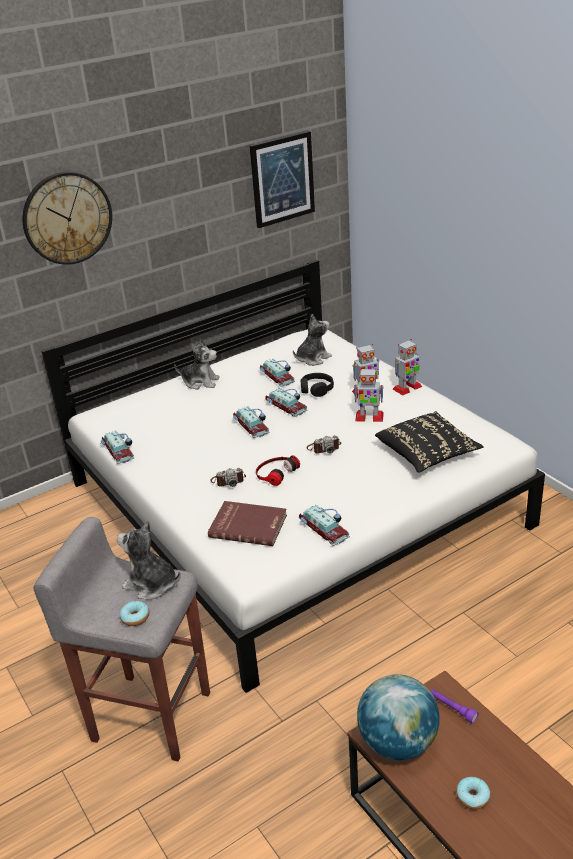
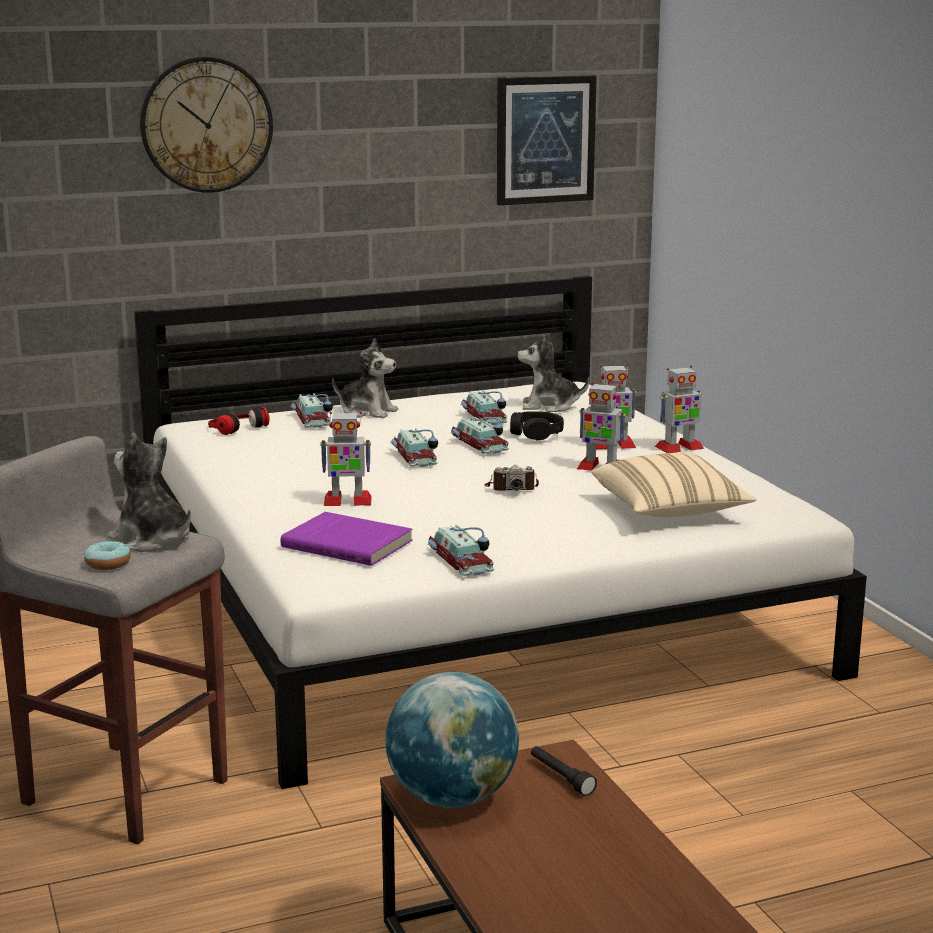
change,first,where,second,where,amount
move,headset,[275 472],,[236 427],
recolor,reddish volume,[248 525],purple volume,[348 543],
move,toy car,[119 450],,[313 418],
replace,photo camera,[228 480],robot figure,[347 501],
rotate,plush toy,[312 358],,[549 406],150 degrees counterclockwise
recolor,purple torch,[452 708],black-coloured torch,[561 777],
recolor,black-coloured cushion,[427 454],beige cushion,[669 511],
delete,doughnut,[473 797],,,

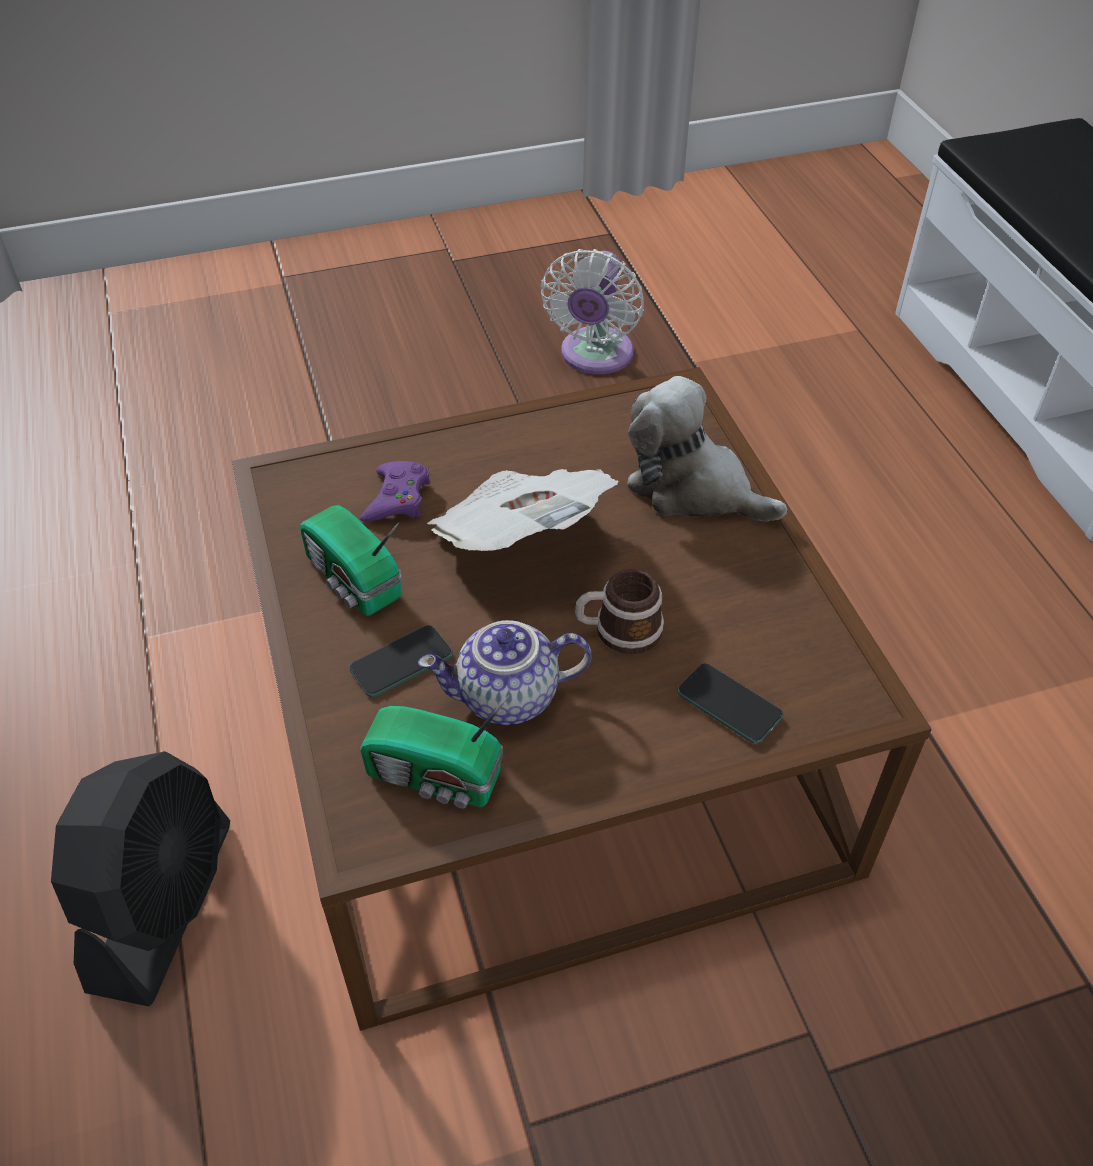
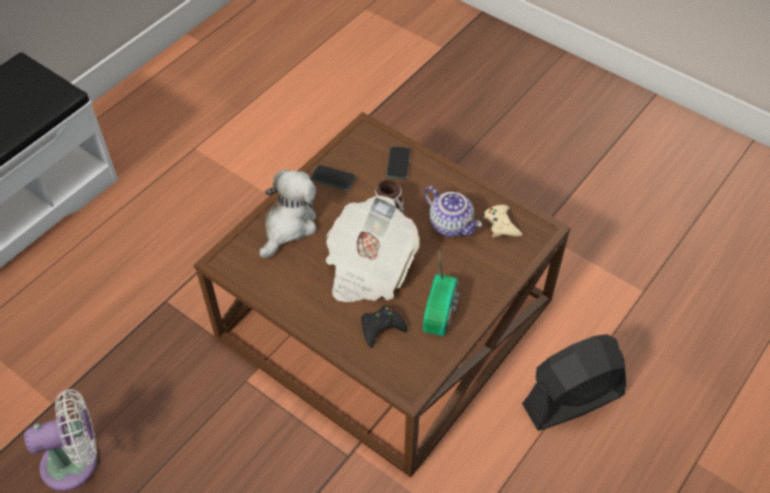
change,first,where,second,where,amount
rotate,plush toy,[693 488],,[289 225],150 degrees counterclockwise
move,handset,[401 662],,[333 178],
recolor,purple joypad,[397 498],black-coloured joypad,[381 328],
replace,radio,[437 777],beige joypad,[501 225],

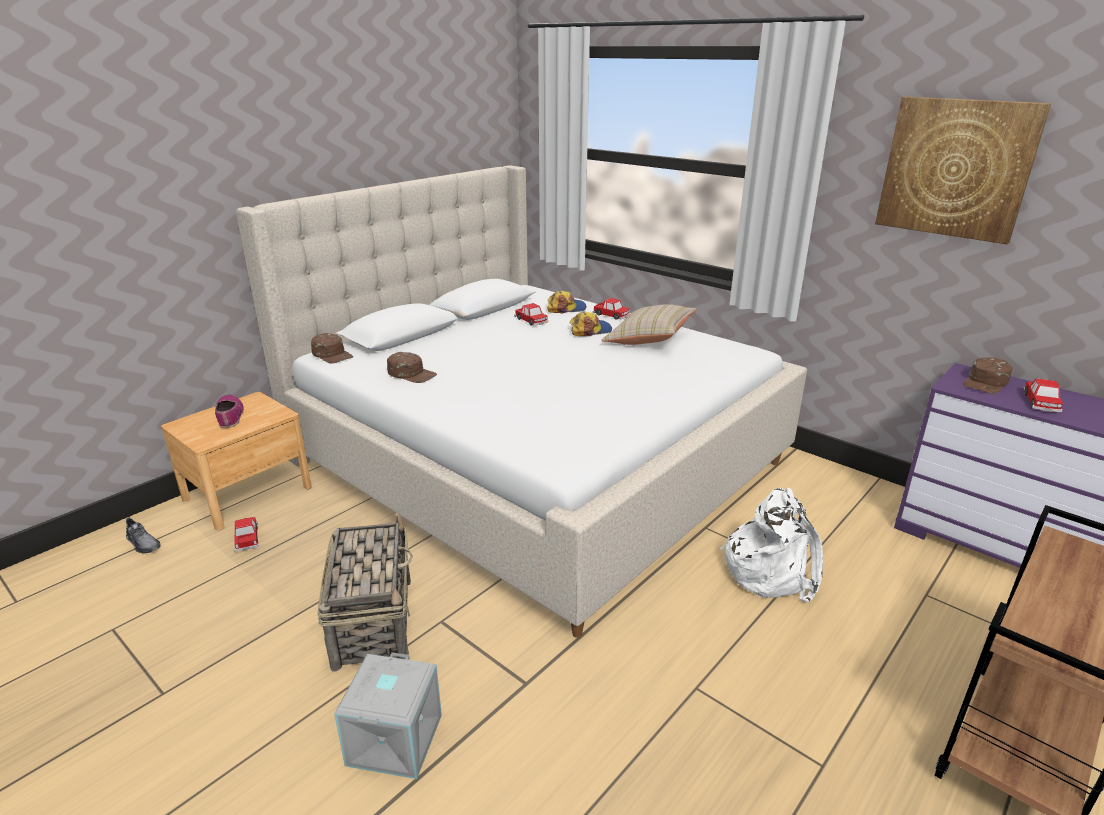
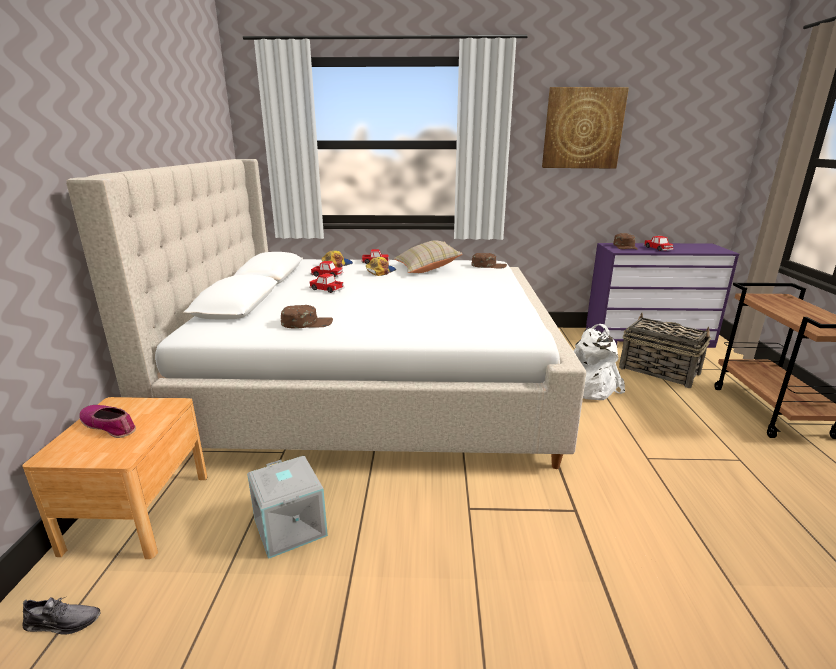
change,first,where,second,where,amount
move,grey storage box,[396 740],,[291 527],
move,toy car,[247 538],,[326 289],
move,brown-coloured cap,[332 354],,[488 265],
move,basket,[374 621],,[658 370],

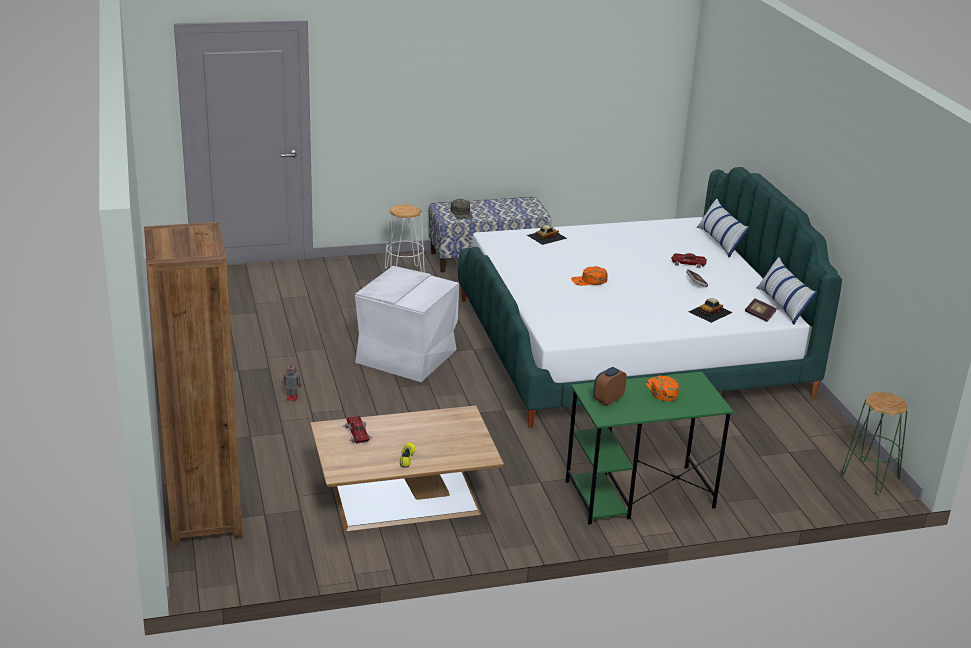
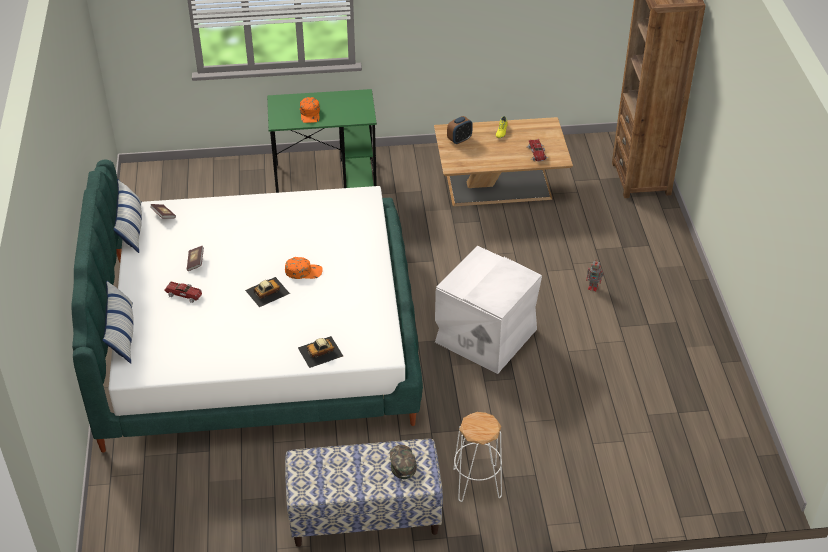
change,first,where,second,where,amount
move,toy car,[710 312],,[267 291],
move,alarm clock,[608 400],,[459 140],
delete,green-coloured stool seat,[869 478],,,

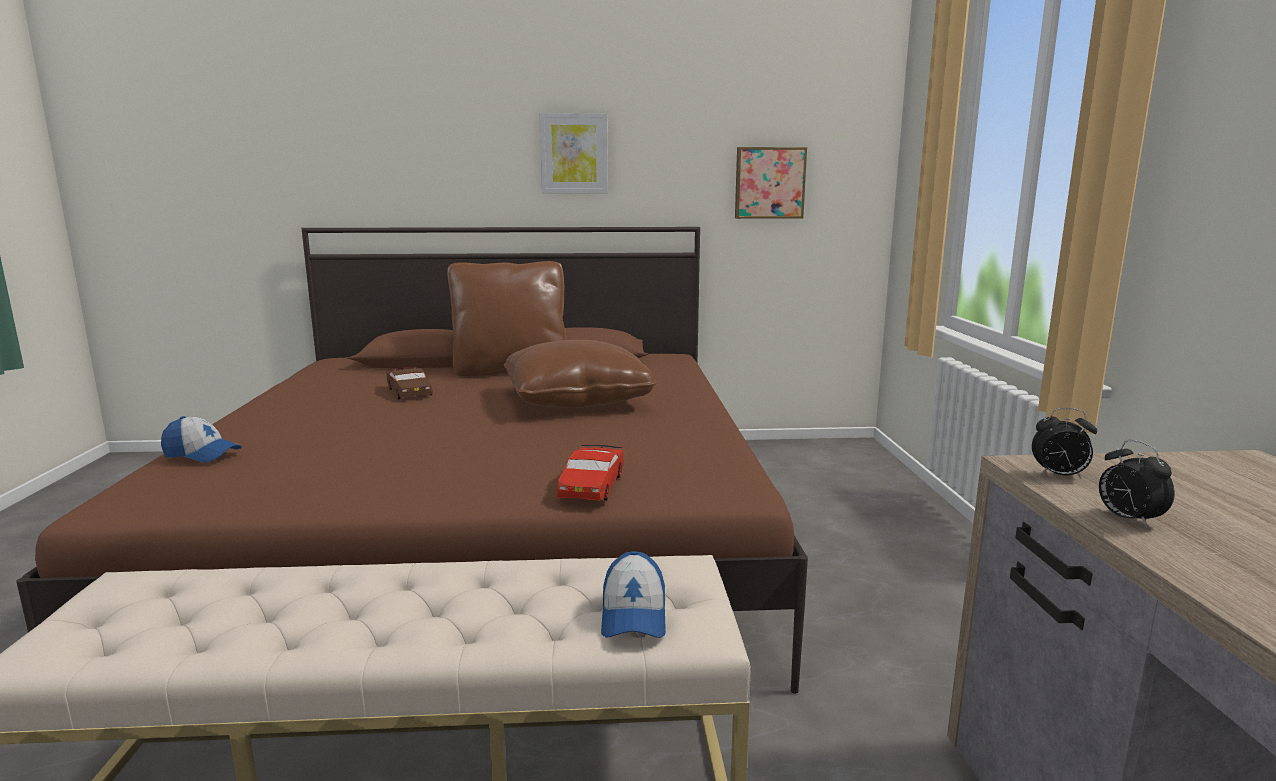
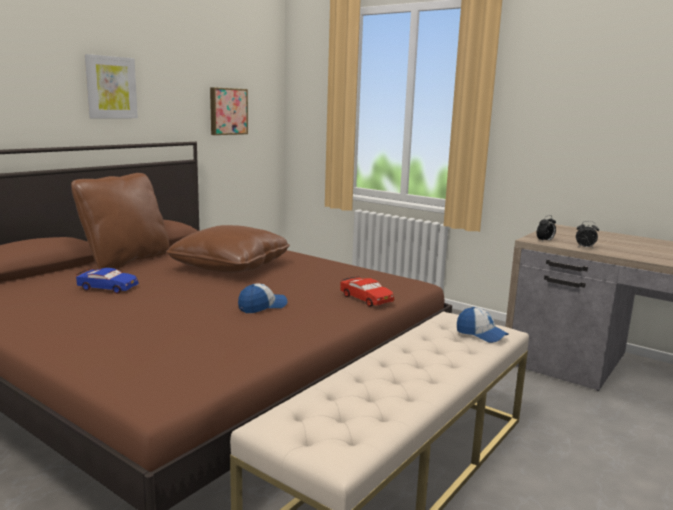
change,first,where,second,where,amount
recolor,brown-coloured toy car,[409 392],blue toy car,[107 287],
move,cap,[202 454],,[262 307],

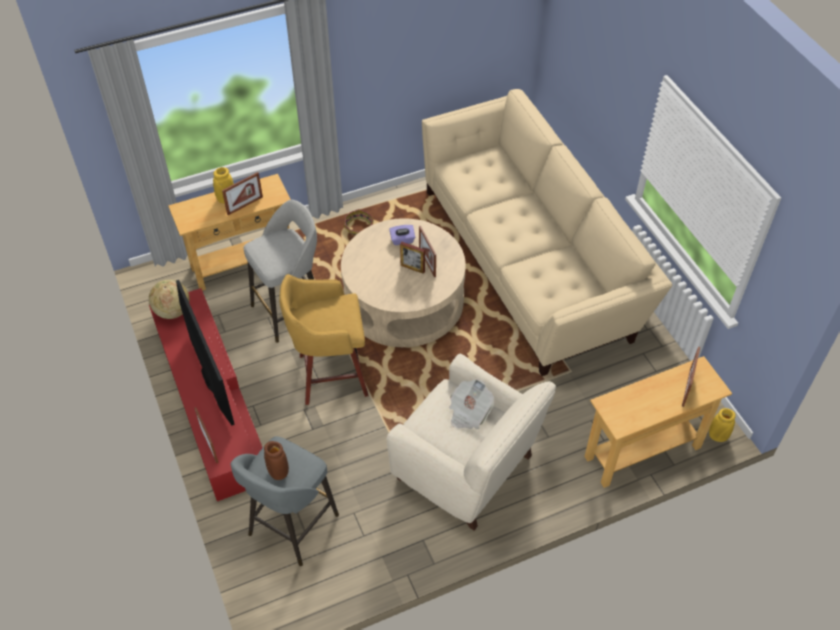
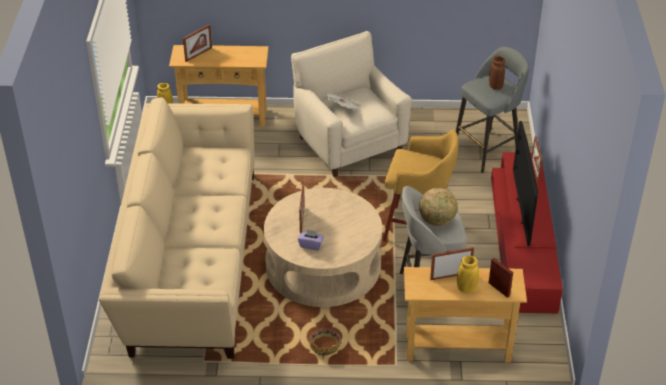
change,first,where,second,where,amount
move,desk globe,[172 311],,[437 221],
move,photo frame,[412 268],,[499 289],

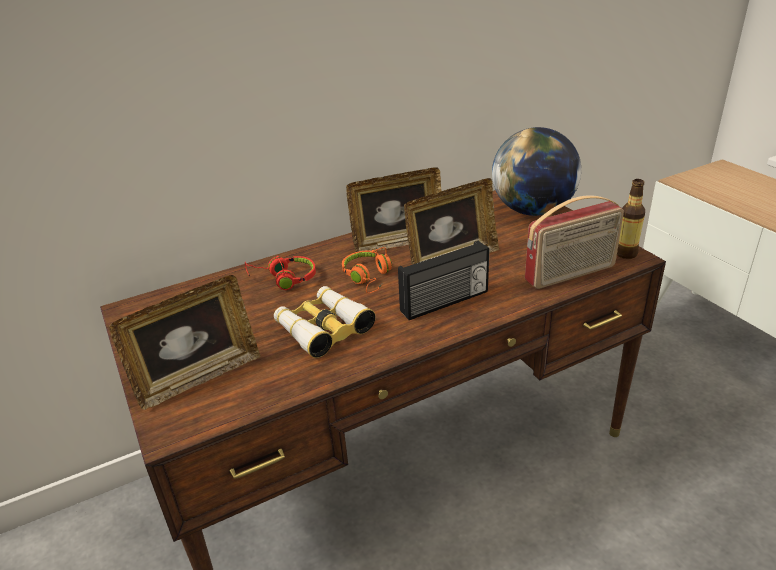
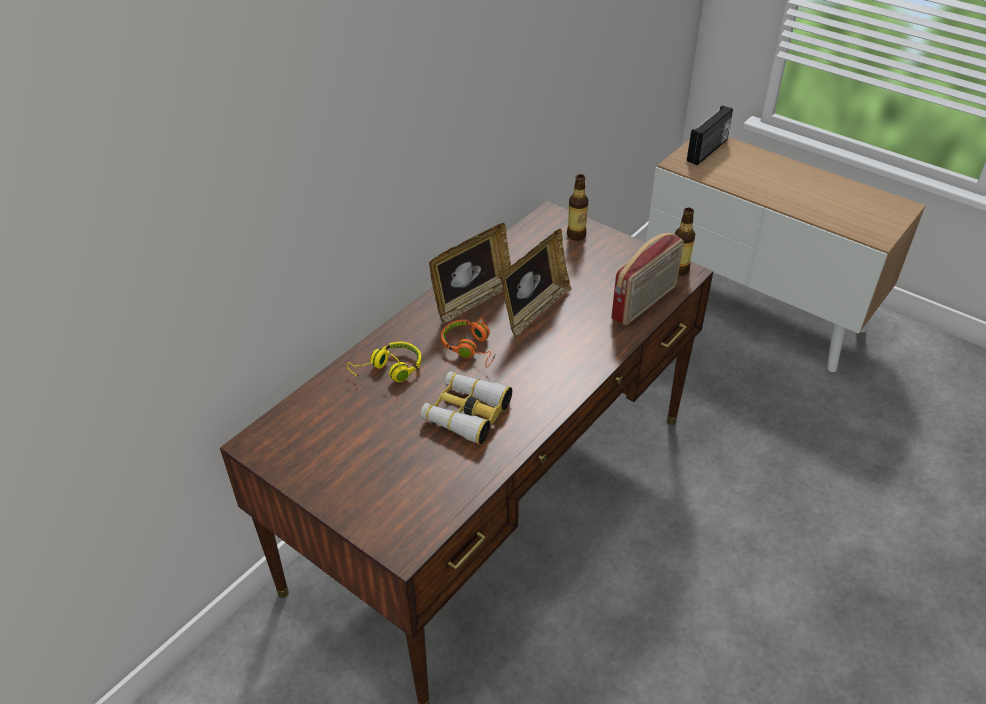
change,first,where,second,where,amount
recolor,reddish headset,[283 279],yellow-coloured headset,[389 370],
replace,desk globe,[533 210],beverage bottle,[576 235],
move,radio,[445 302],,[708 150],
delete,photo frame,[198 377],,,

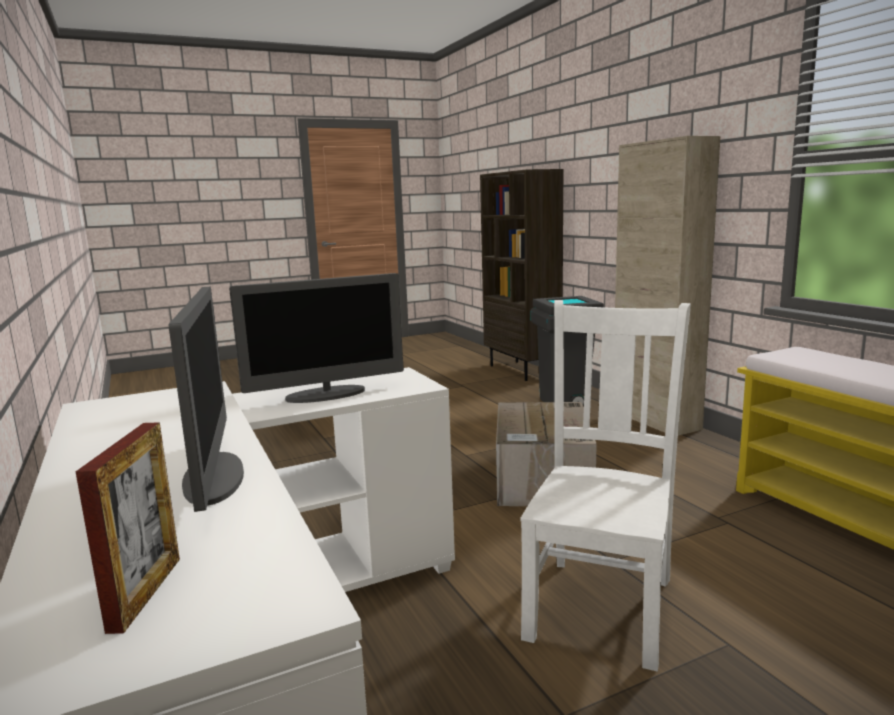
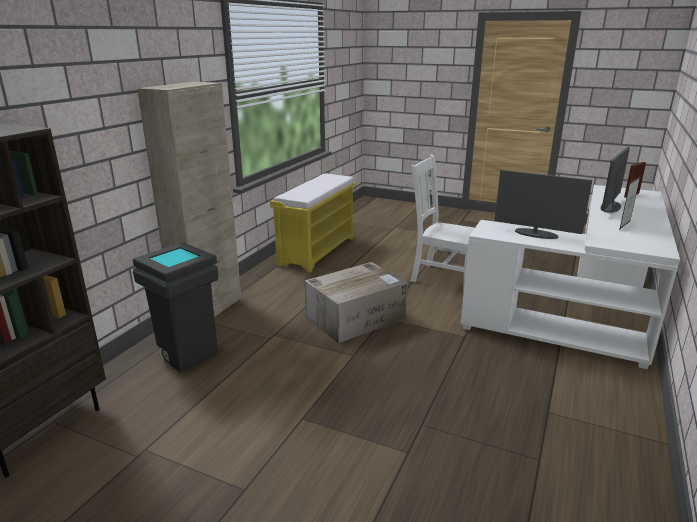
change,first,where,second,where,amount
rotate,white chair,[602 604],,[443 277],45 degrees clockwise
insert,,,photo frame,[624 225],

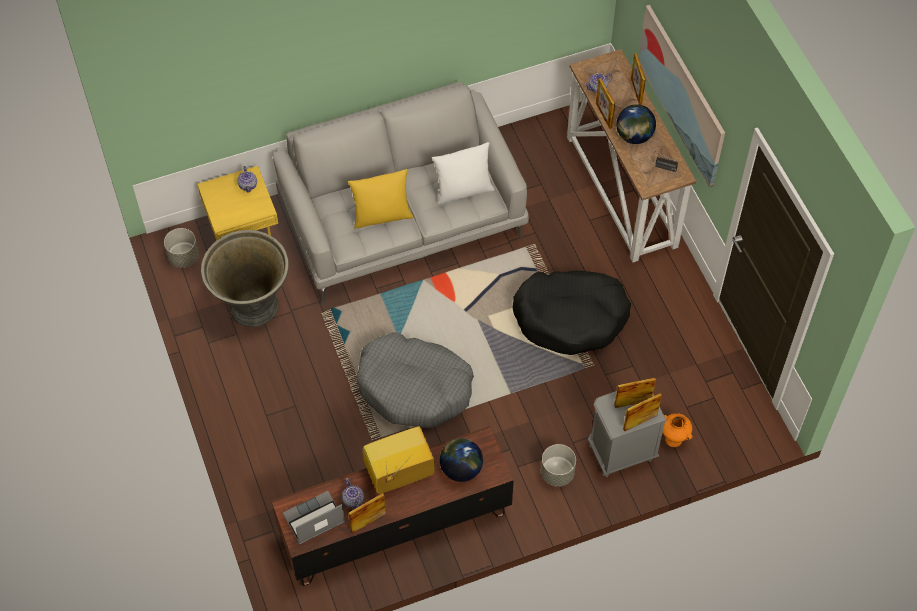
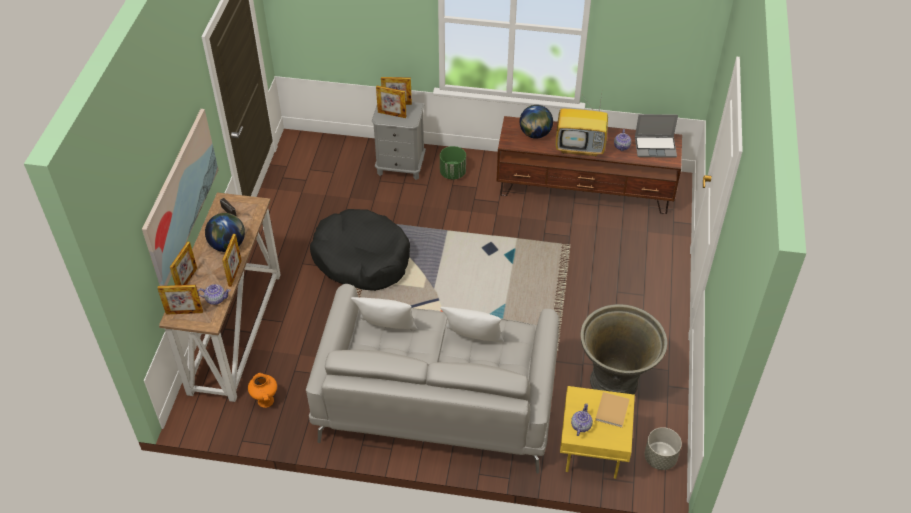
change,first,where,second,where,amount
move,photo frame,[368 522],,[184 312],
move,orangey vase,[674 439],,[265 400],
recolor,grey planter,[557 474],green-coloured planter,[453 173],
recolor,yellow-coloured cushion,[382 216],white cushion,[472 341],
insert,,,beige volume,[612 409],
delete,grey dog cushion,[414 388],,,

